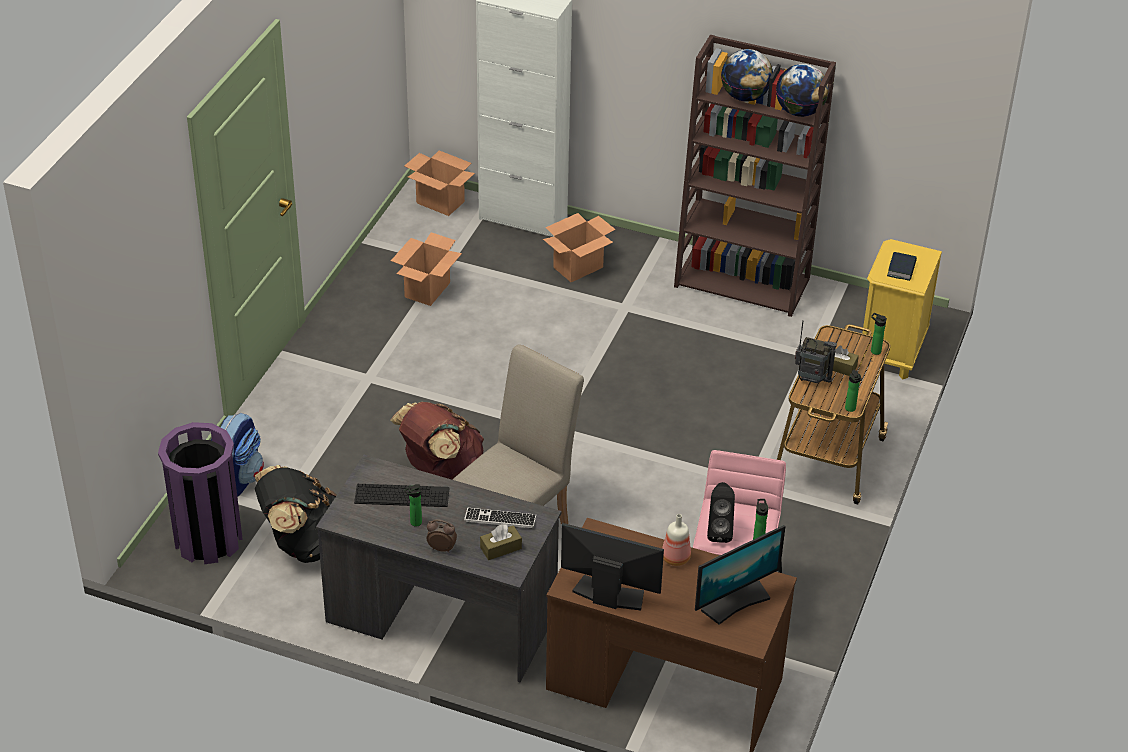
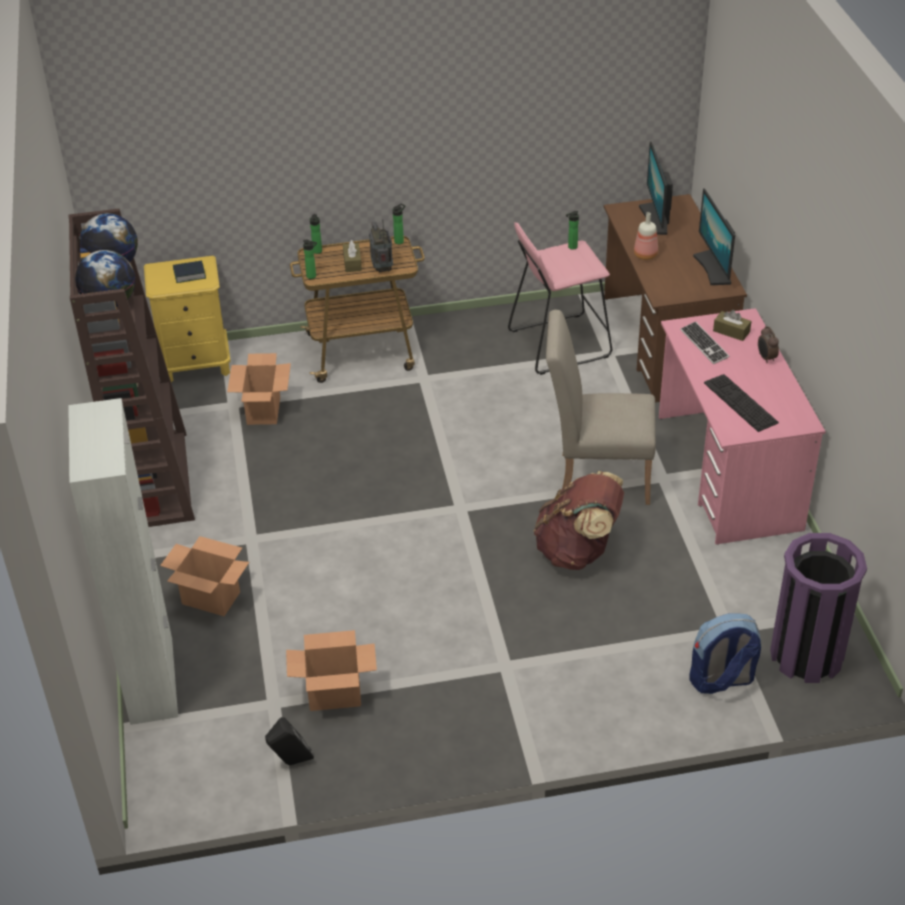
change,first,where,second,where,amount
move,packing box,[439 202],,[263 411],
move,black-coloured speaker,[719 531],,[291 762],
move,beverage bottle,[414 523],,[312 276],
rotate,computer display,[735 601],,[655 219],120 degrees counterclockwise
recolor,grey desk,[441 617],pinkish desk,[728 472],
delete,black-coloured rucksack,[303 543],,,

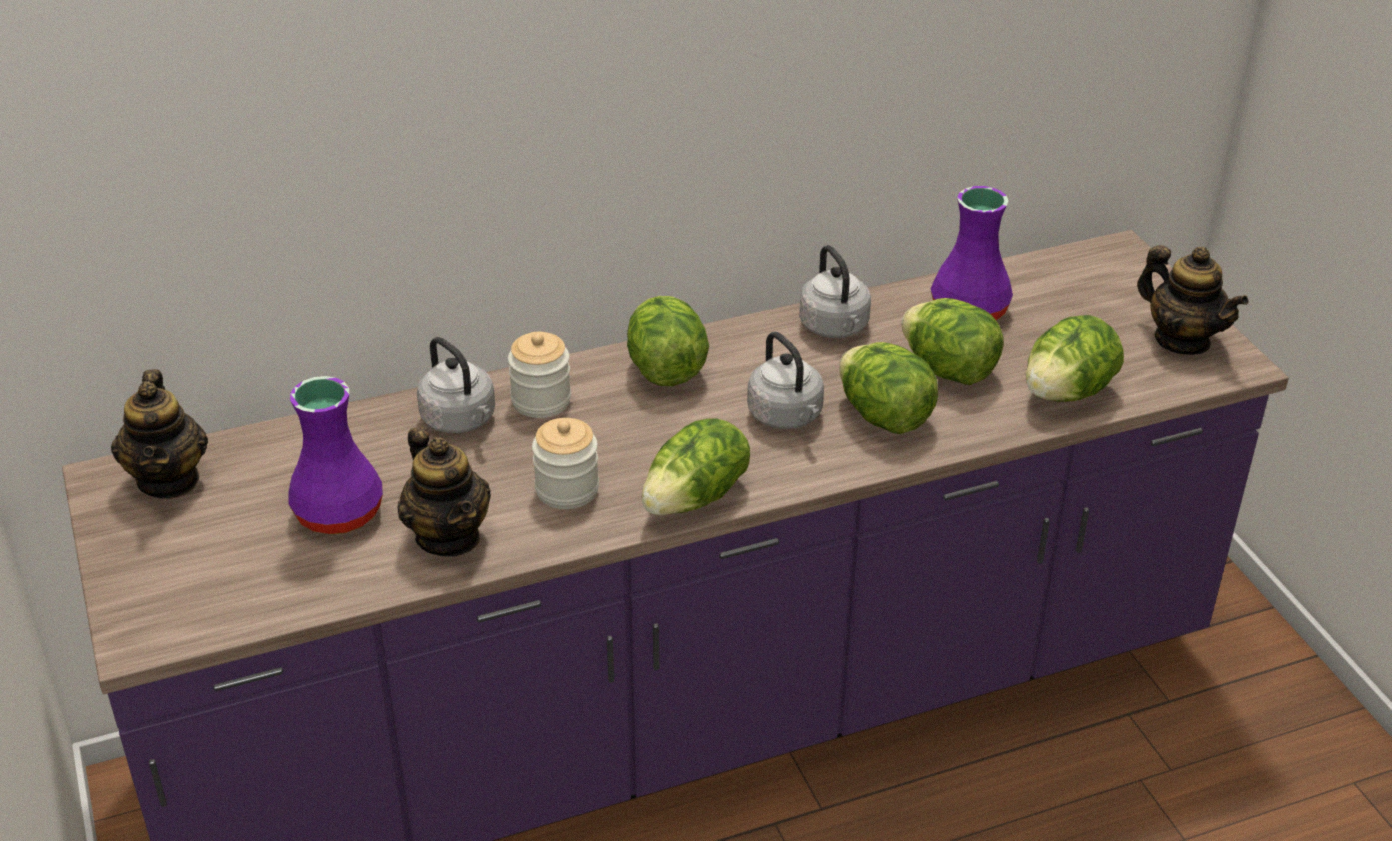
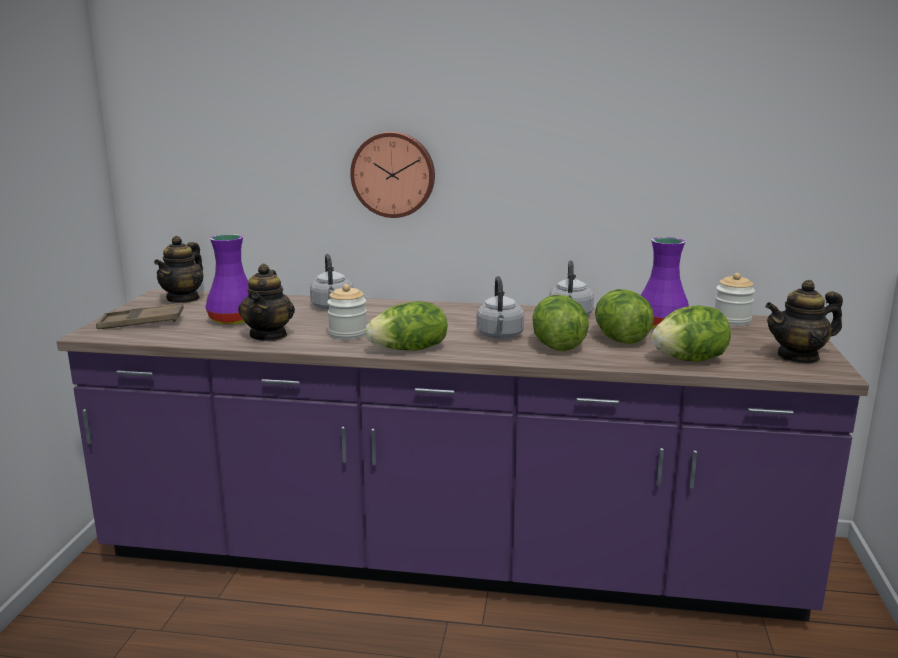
change,first,where,second,where,amount
insert,,,brown-coloured carrying tray,[141 323],
insert,,,clock on the wall,[393 174],
move,preserve jar,[541 400],,[731 321],
rotate,tea pot,[1182 340],,[798 357],90 degrees clockwise
delete,lettuce head,[665 369],,,

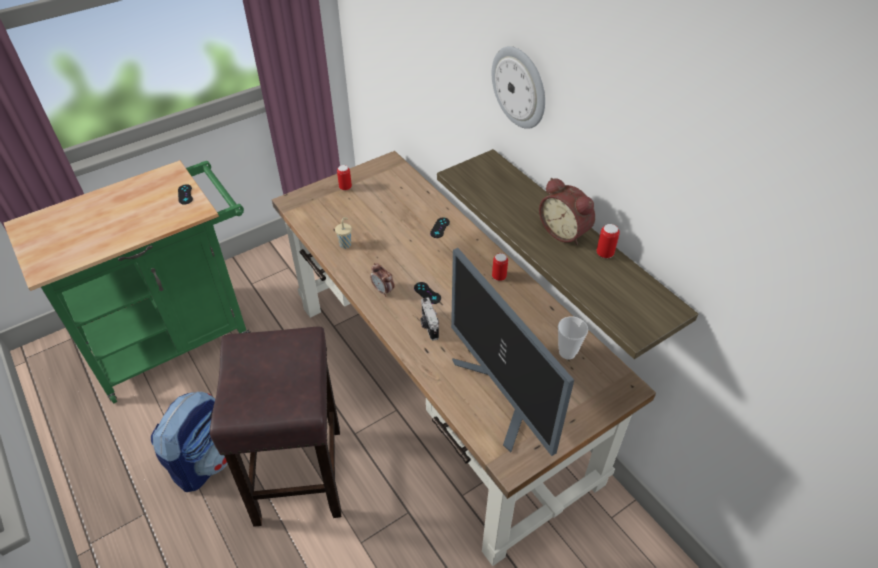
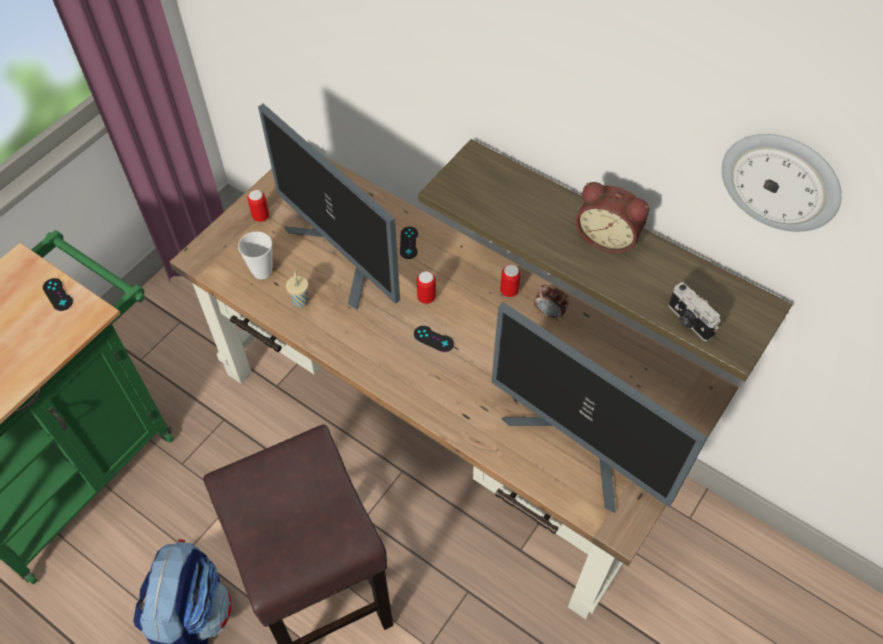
change,first,where,second,where,amount
move,cup,[567 352],,[262 271],
insert,,,computer display,[344 257],
move,metal can,[604 253],,[426 297],
move,alarm clock,[383 291],,[549 313],
move,photo camera,[428 326],,[689 321],
move,clock on the wall,[520 87],,[781 181],

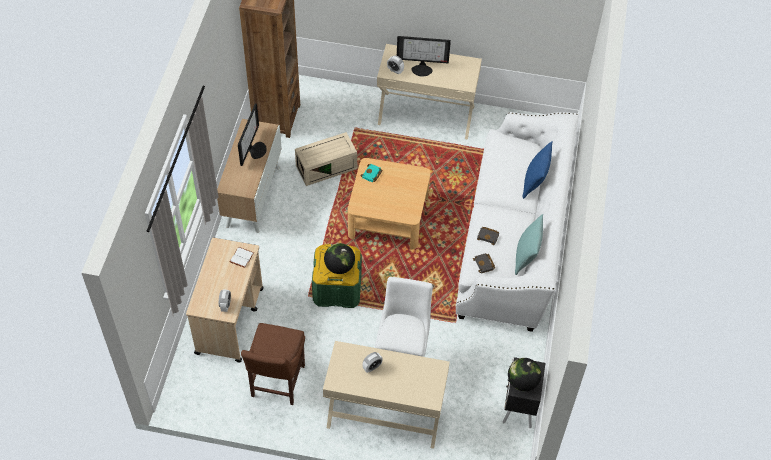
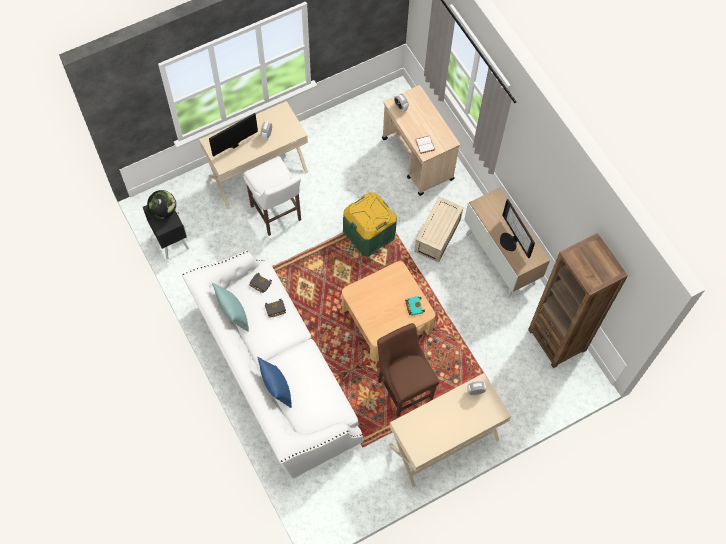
change,first,where,second,where,amount
move,computer display,[422 68],,[232 142],
move,brown-coloured chair,[276 383],,[404 387],
move,beige storage box,[327 166],,[438 236],
delete,desk globe,[339 267],,,

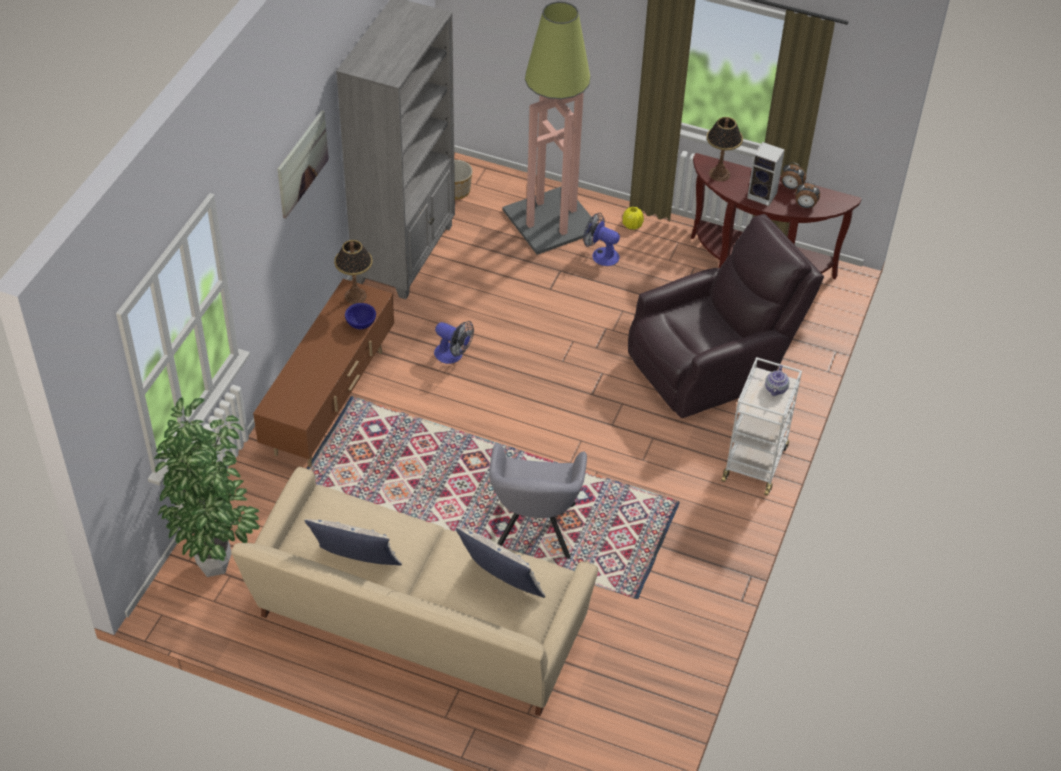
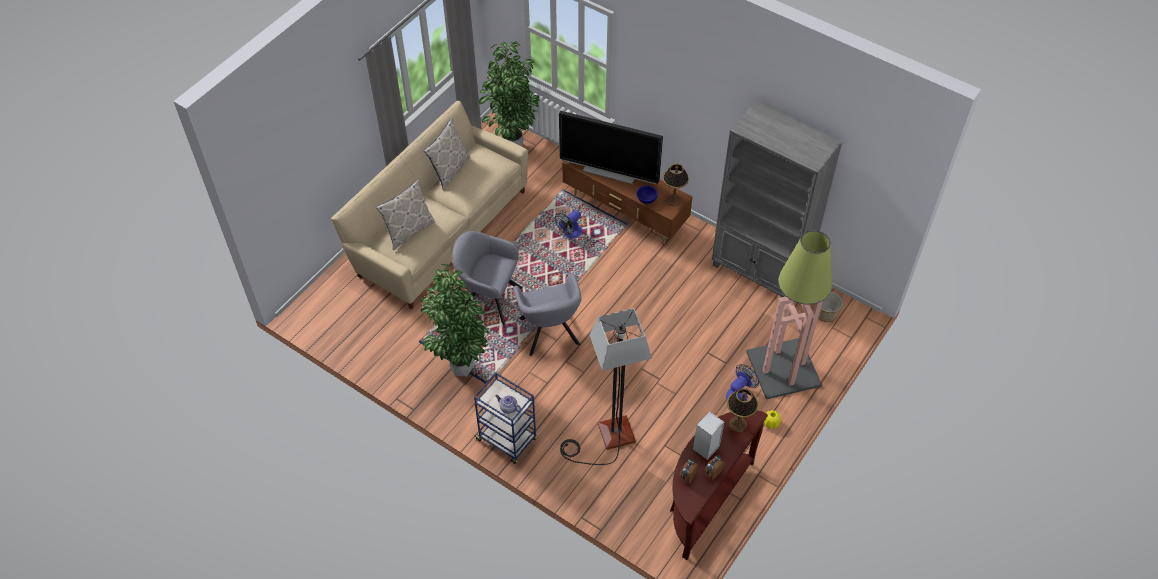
change,first,where,second,where,amount
insert,,,houseplant,[459 370],
recolor,white cart,[755 462],blue cart,[507 440],
insert,,,grey lounge chair,[550 334],
move,cooling fan,[453 355],,[570 233],
insert,,,TV set,[610 171],
replace,brown-coloured lounge chair,[712 365],standard lamp,[606 438],
delete,picture,[302 163],,,

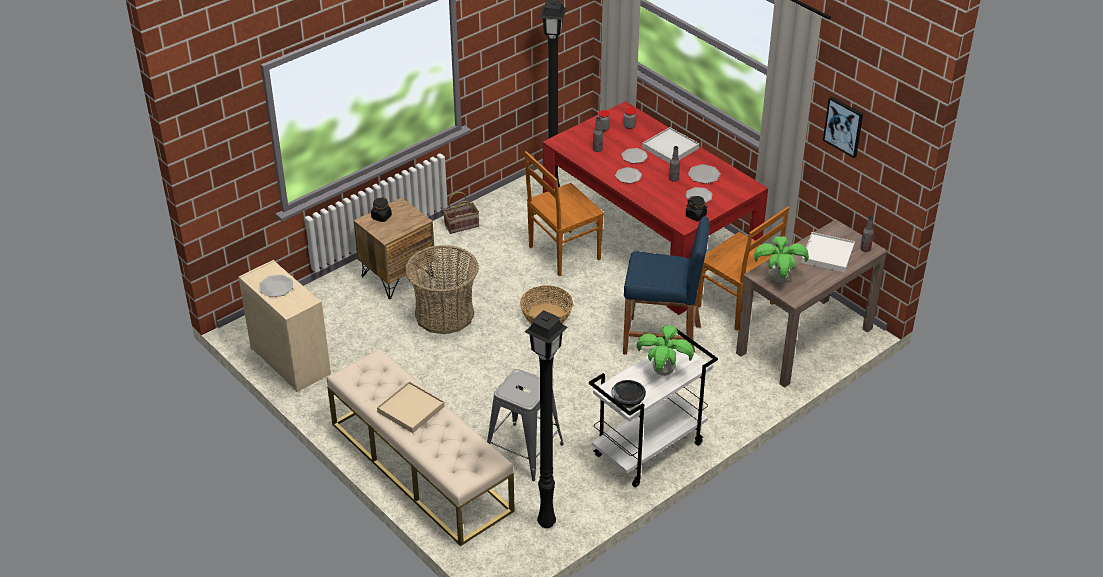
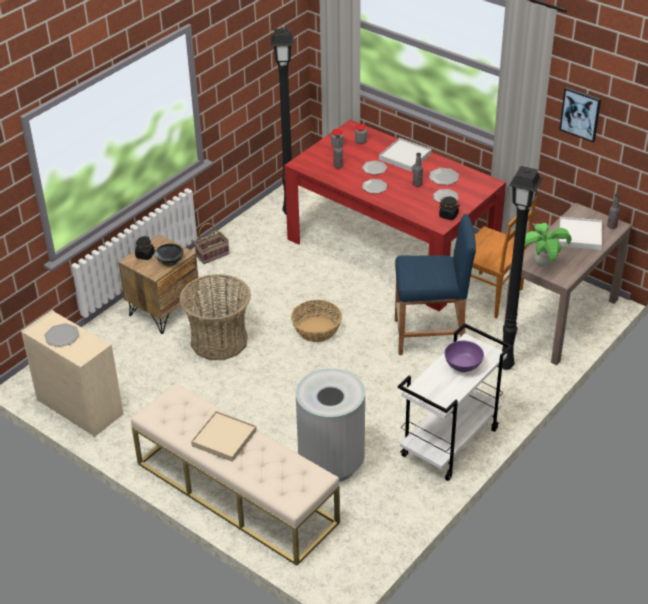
change,first,where,second,where,amount
move,black-coloured deep dish,[628 401],,[170 261],
replace,grey stool seat,[523 452],grey waste bin,[331 463],
replace,houseplant,[663 371],purple deep dish,[462 366],
move,black-coloured standard lamp,[545 523],,[504 366],
delete,brown-coloured chair,[562 253],,,

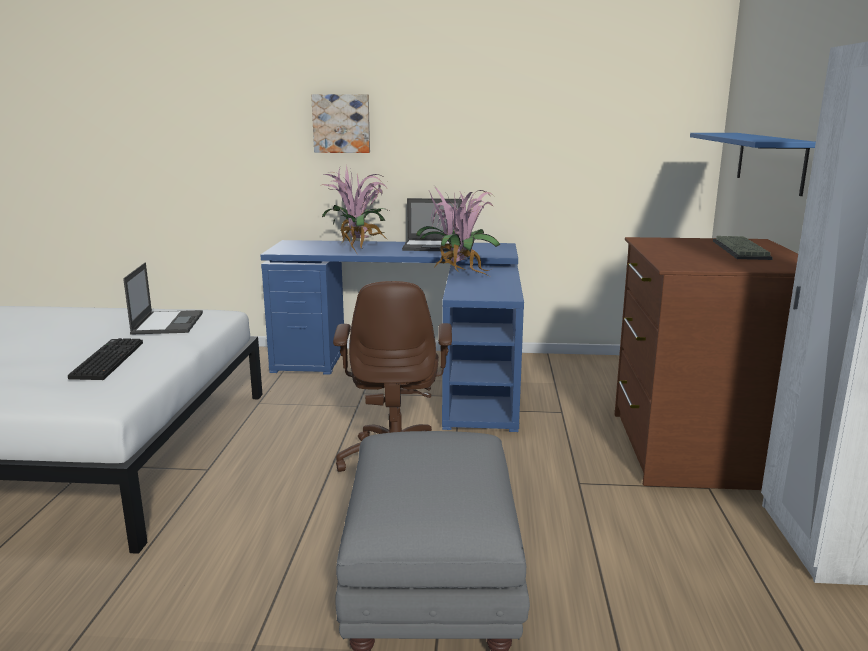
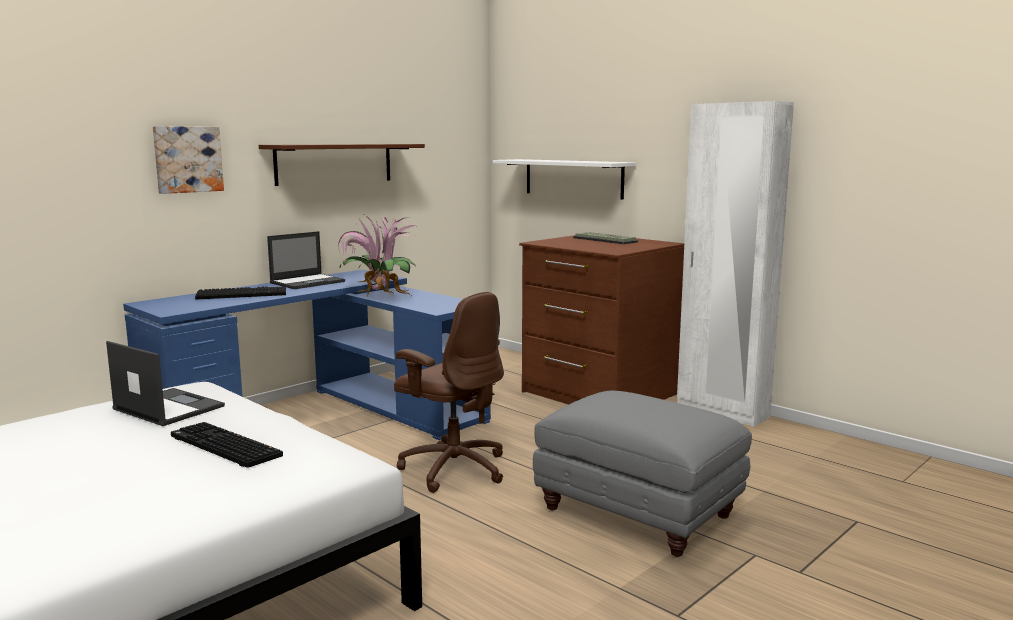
change,first,where,second,where,amount
replace,houseplant,[359 247],computer keyboard,[243 294],
insert,,,brown-coloured wall shelf,[334 163],
recolor,blue wall shelf,[770 161],white wall shelf,[573 178],

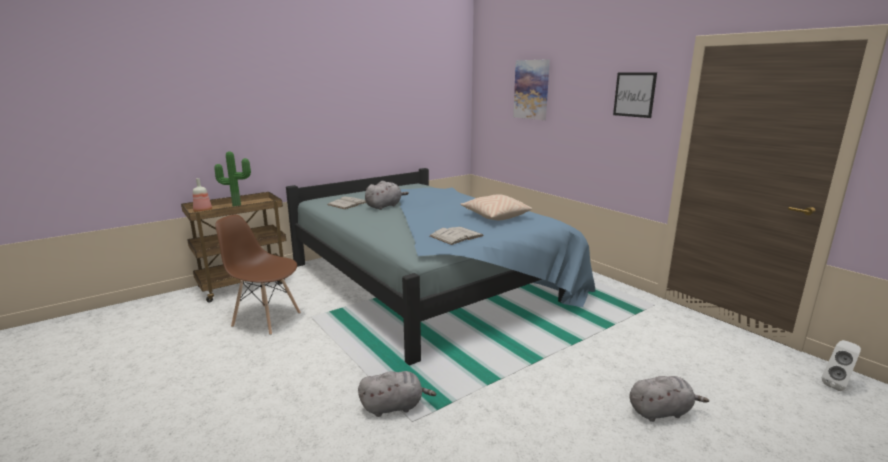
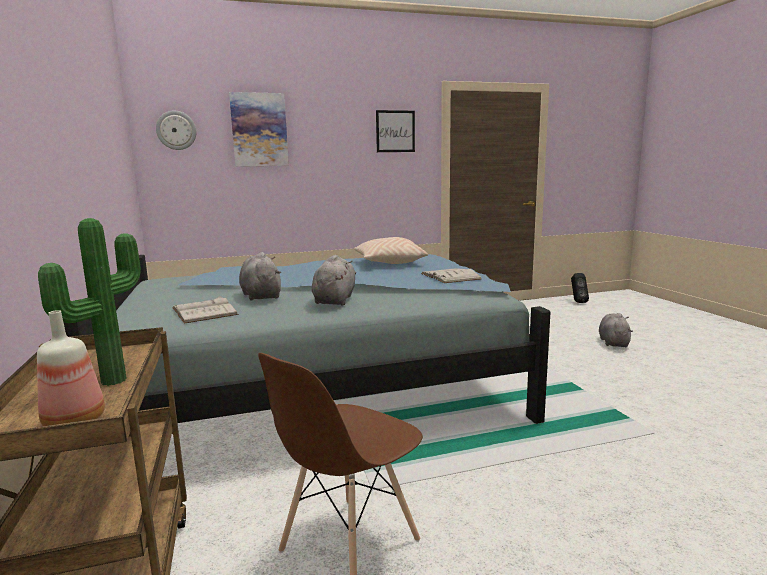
change,first,where,second,where,amount
insert,,,clock on the wall,[176 130],
move,grey plush toy,[394 406],,[335 300],
recolor,white speaker,[837 385],black-coloured speaker,[577 302],

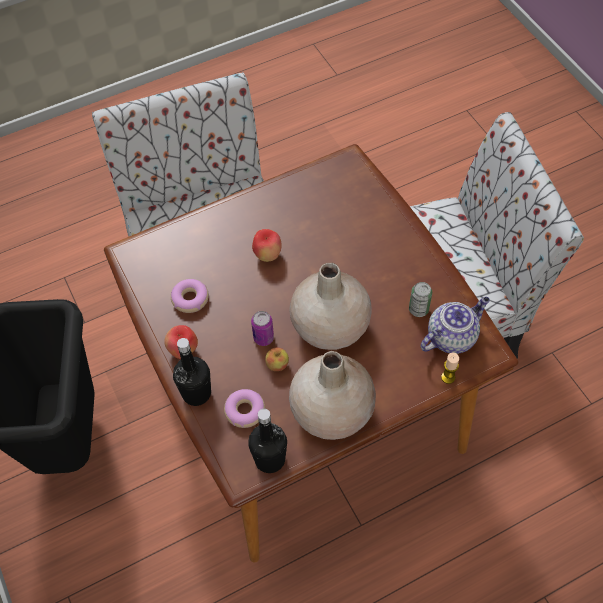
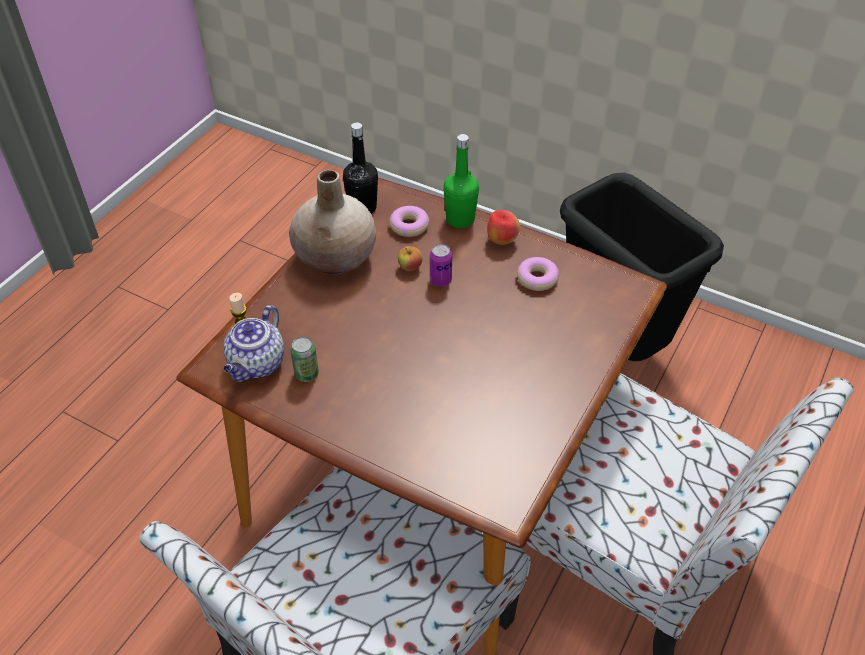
change,first,where,second,where,amount
recolor,black-coloured beverage bottle,[196 393],green-coloured beverage bottle,[460 219],
delete,apple,[267 255],,,
delete,beige vase,[329 326],,,

